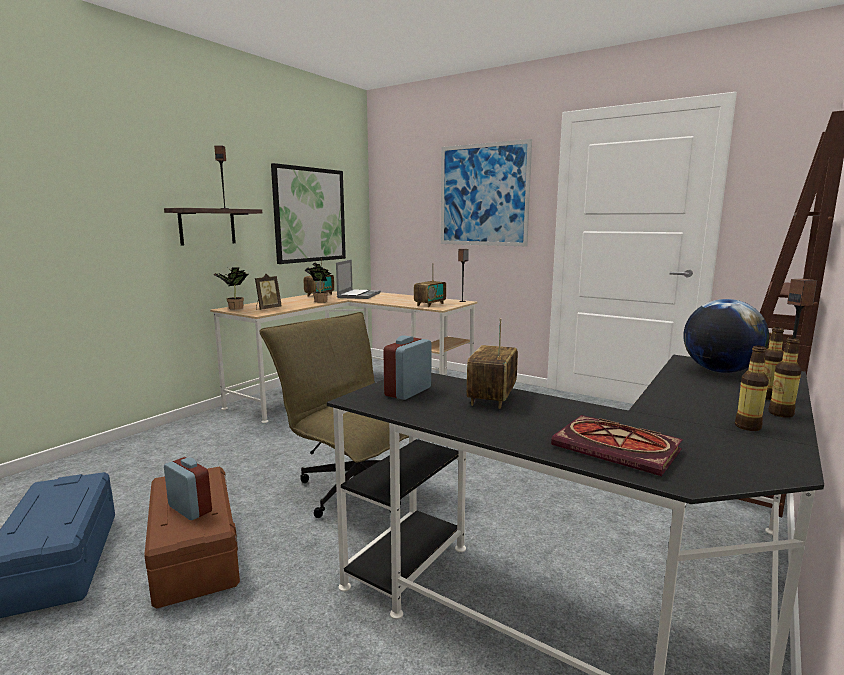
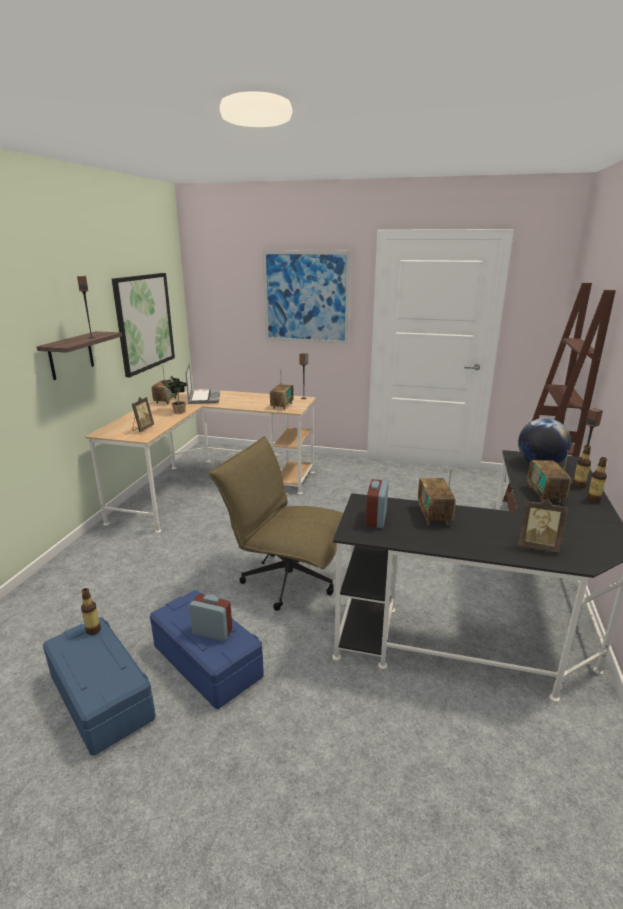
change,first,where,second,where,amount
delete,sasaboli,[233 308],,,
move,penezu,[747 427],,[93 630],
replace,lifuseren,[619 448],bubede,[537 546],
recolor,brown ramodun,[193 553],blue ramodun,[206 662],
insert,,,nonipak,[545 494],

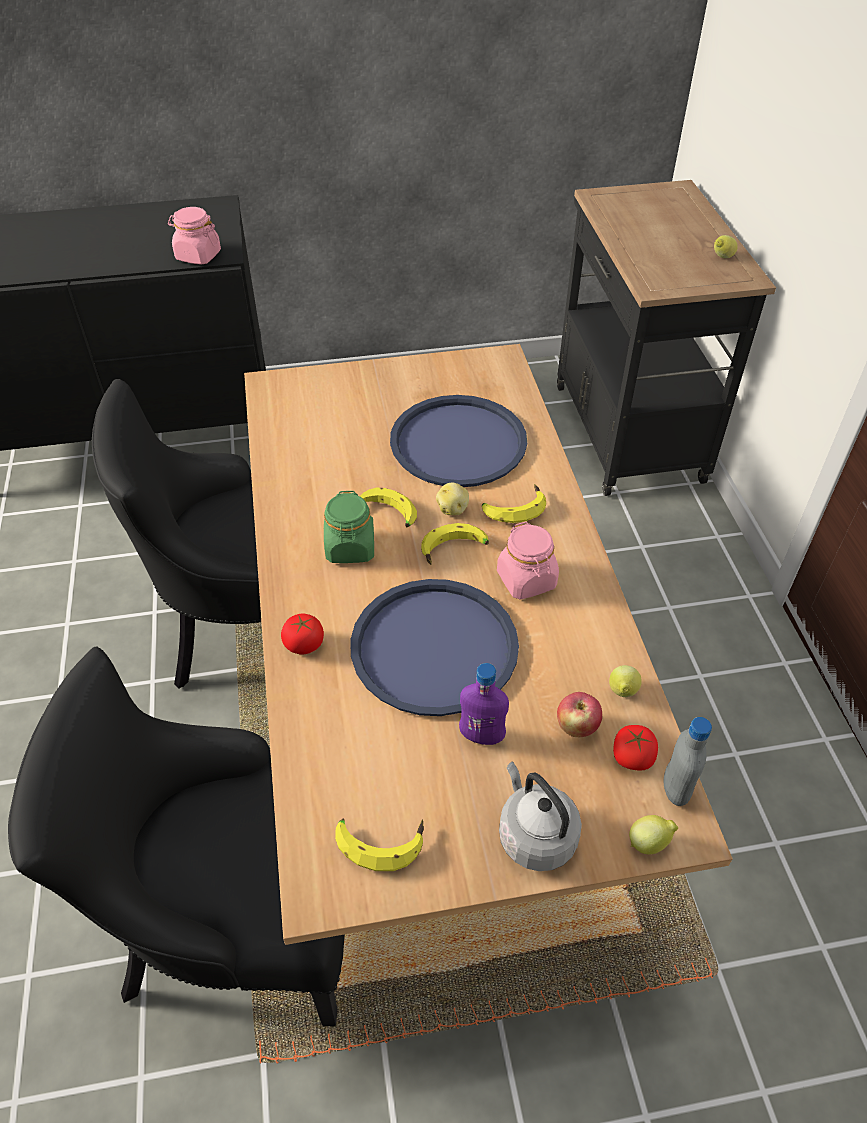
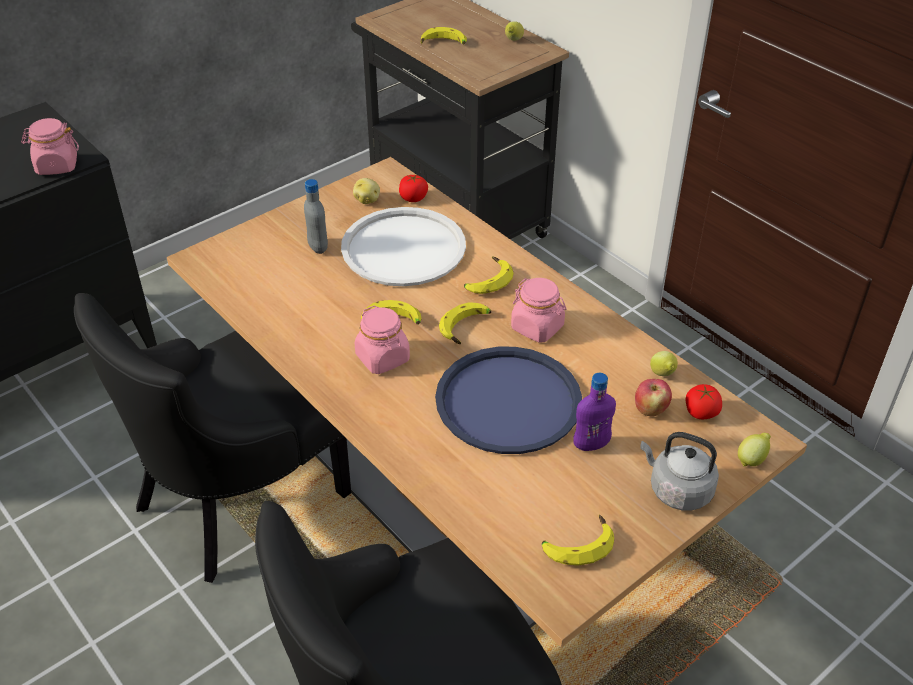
change,first,where,second,where,amount
recolor,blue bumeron,[458 442],white bumeron,[404 248],
move,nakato,[453 509],,[367 200],
recolor,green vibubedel,[350 548],pink vibubedel,[383 358],
move,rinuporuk,[304 644],,[413 198],
move,grey penezu,[676 788],,[318 247],
insert,,,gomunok,[443 44],

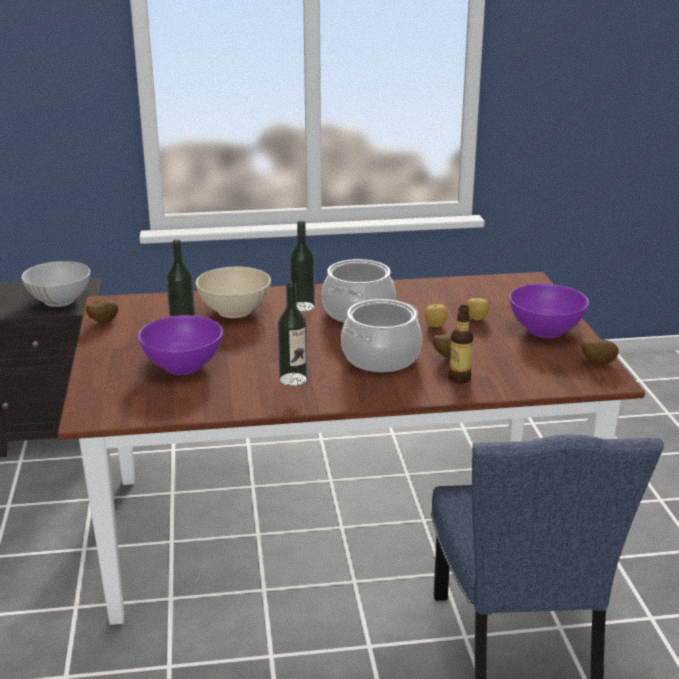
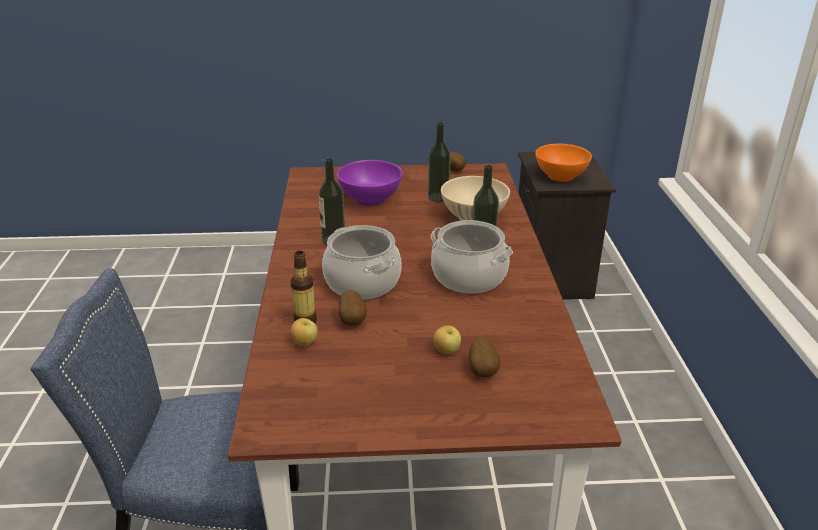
change,first,where,second,where,amount
recolor,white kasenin,[60 300],orange kasenin,[561 176],
delete,purple kasenin,[545 330],,,
move,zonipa,[435 326],,[304 343],
move,nakato,[597 363],,[483 371],

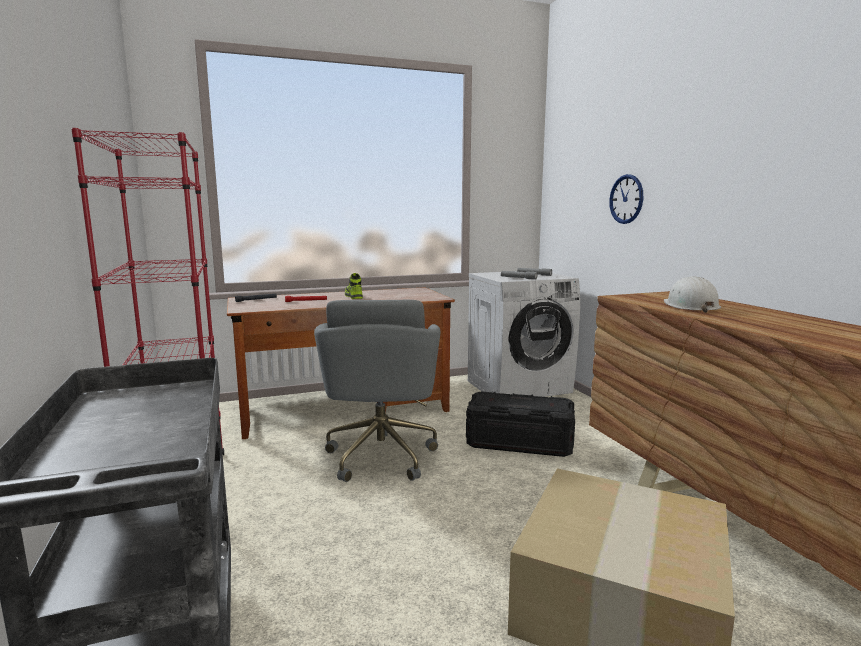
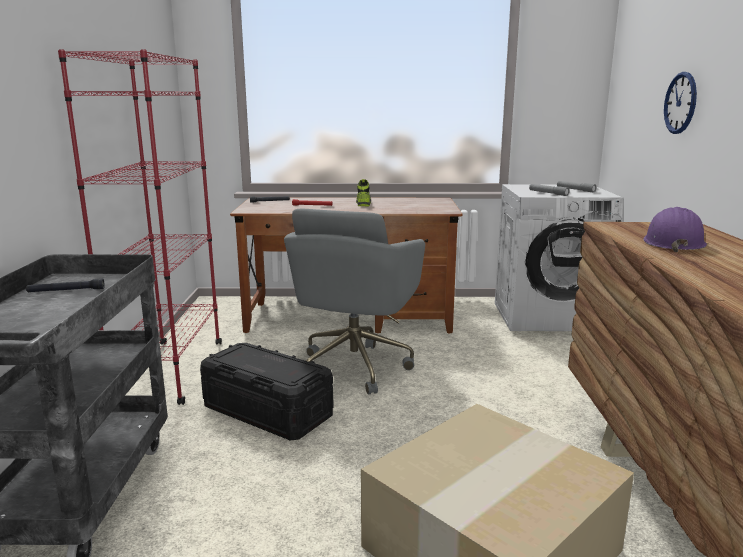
change,first,where,second,where,amount
recolor,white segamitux,[690 306],purple segamitux,[672 242],
move,black ramodun,[519 442],,[267 412],
insert,,,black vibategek,[66 291],

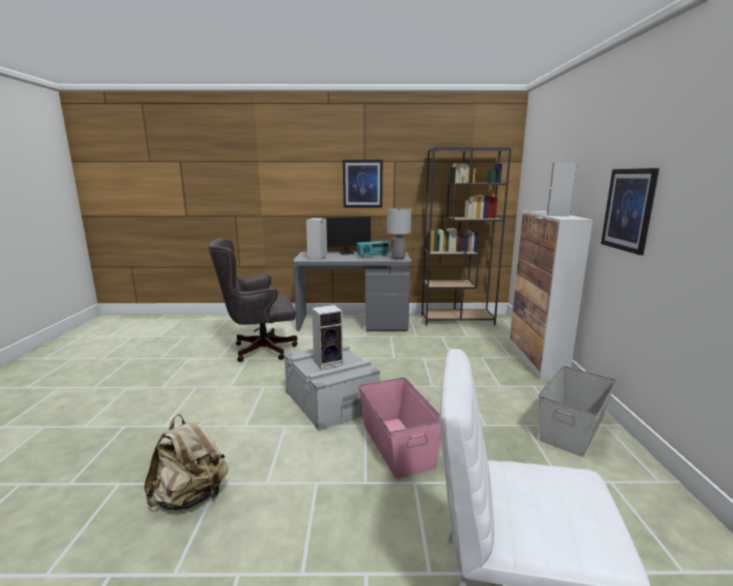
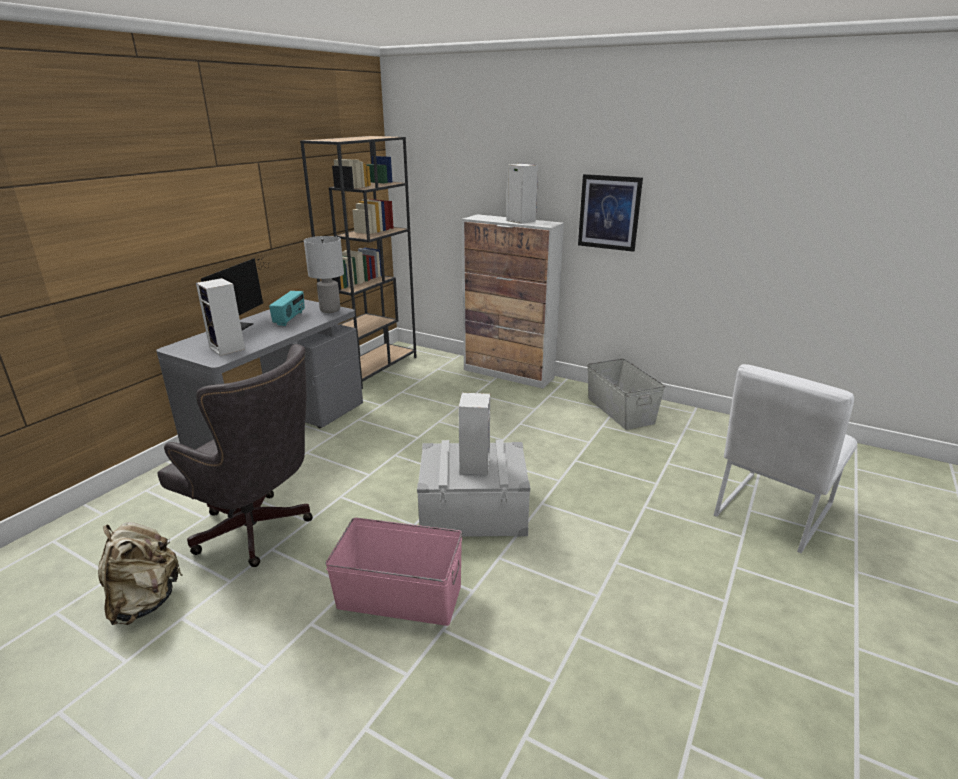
change,first,where,second,where,amount
delete,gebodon,[362 184],,,
rotate,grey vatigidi,[259 350],,[257 531],75 degrees counterclockwise
move,pink ramodun,[397 444],,[399 596],
move,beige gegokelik,[191 497],,[145 601],

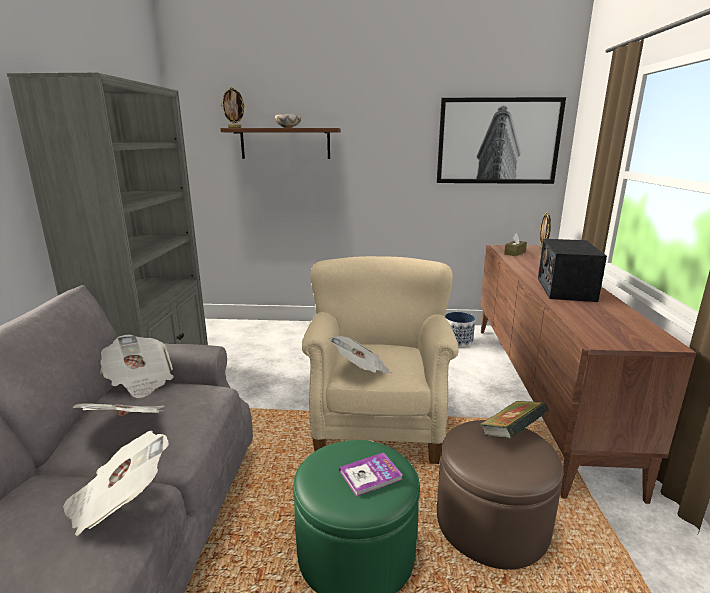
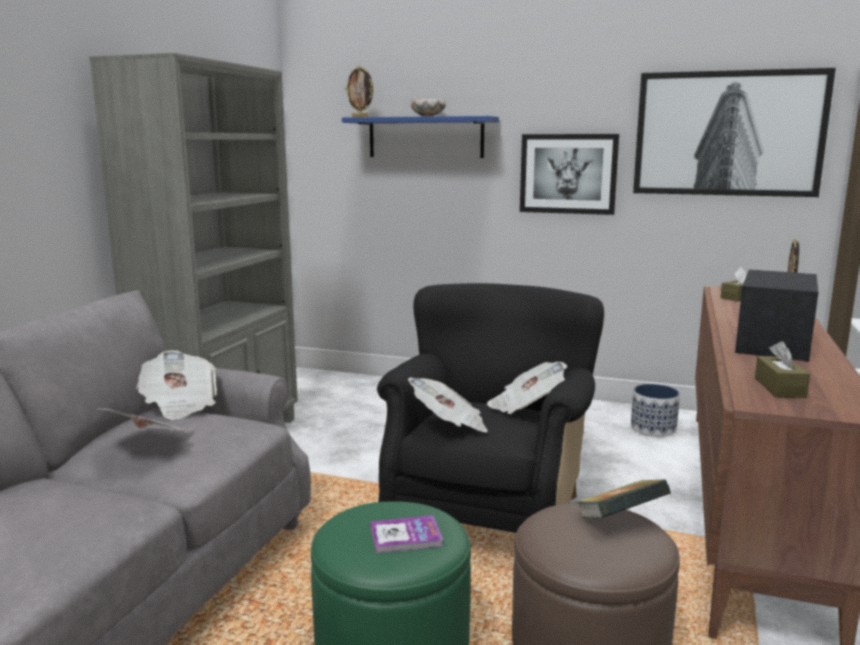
change,first,where,second,where,amount
recolor,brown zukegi,[285 143],blue zukegi,[425 137],
recolor,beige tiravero,[378 419],black tiravero,[488 508],
move,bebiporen,[119 501],,[525 406],
insert,,,gebodon,[568 174],
insert,,,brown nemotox,[779 388],

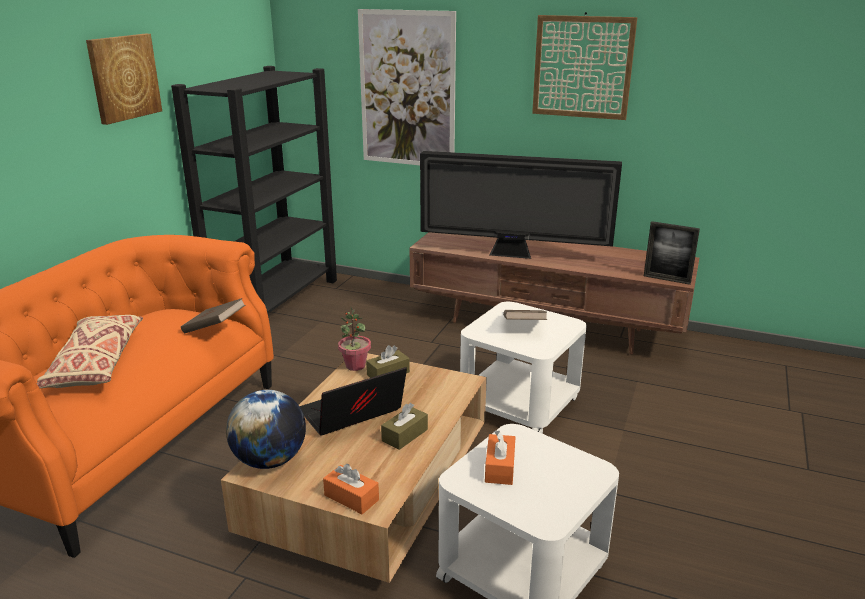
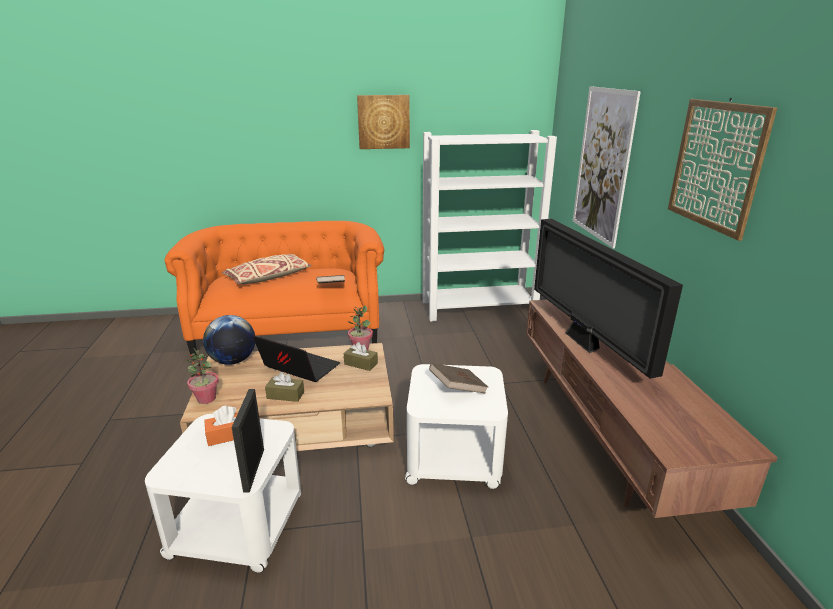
change,first,where,second,where,amount
recolor,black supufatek,[275 301],white supufatek,[478 307],
move,bubede,[667 279],,[254 470],
replace,orange nemotox,[351 497],sasaboli,[206 399],

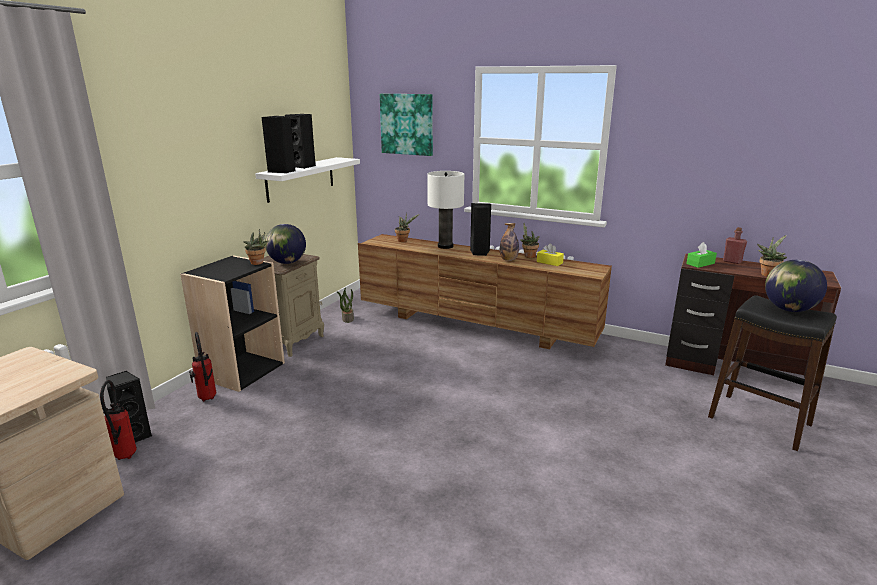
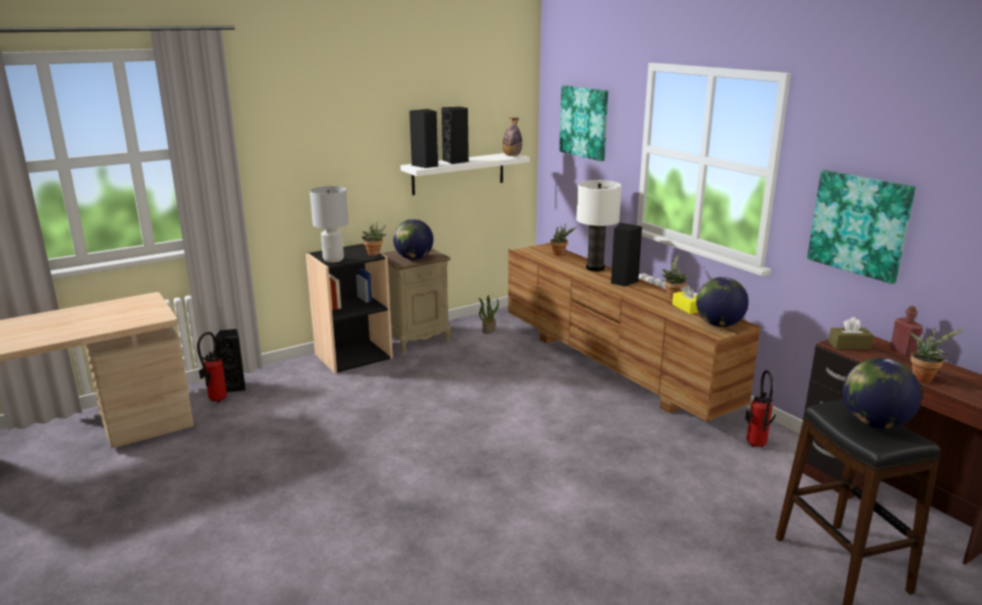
change,first,where,second,where,amount
move,penezu,[508 260],,[512 155],
recolor,green nemotox,[700 263],brown nemotox,[849 345],
move,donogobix,[206 399],,[755 446],
insert,,,gebodon,[859 224],
insert,,,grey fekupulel,[334 261],
insert,,,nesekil,[719 325],

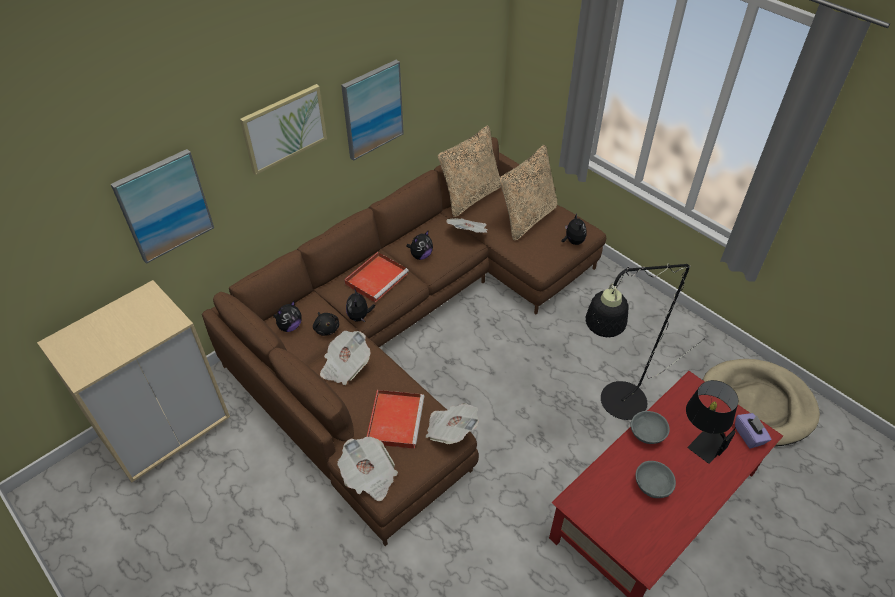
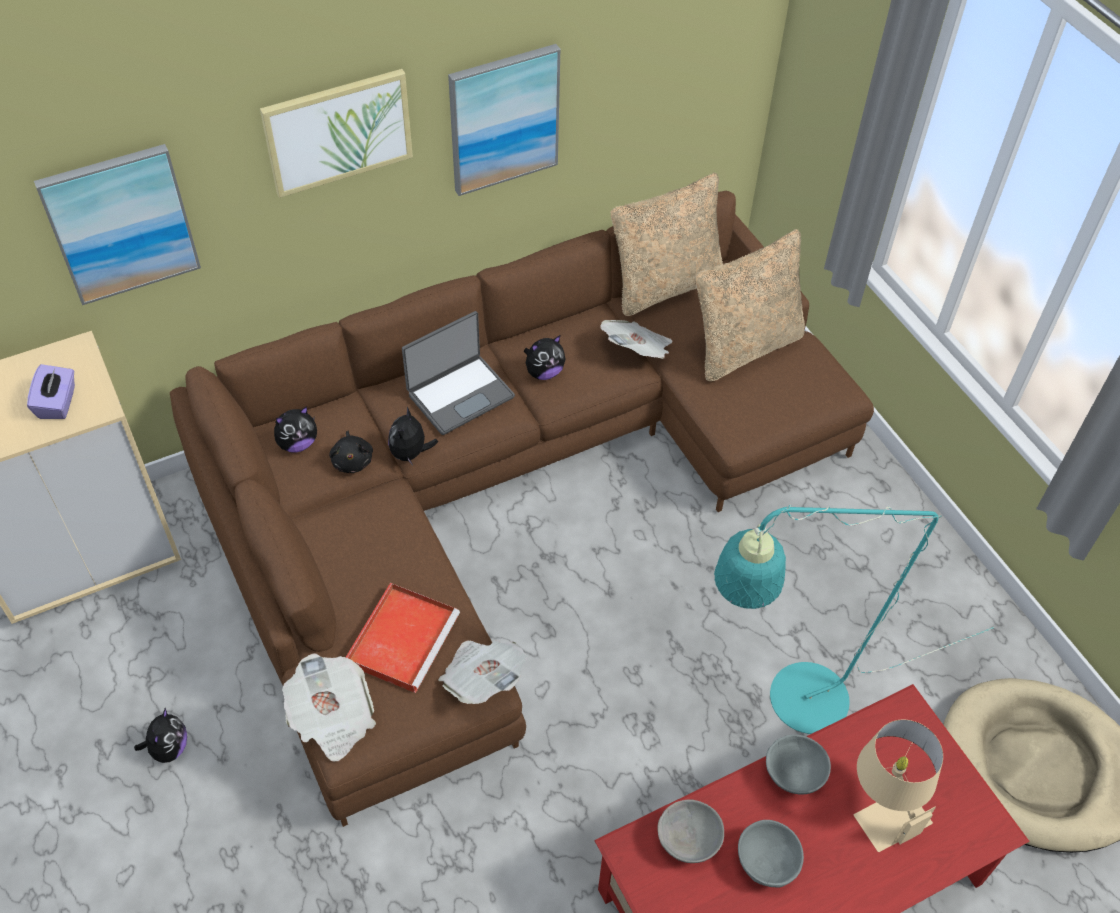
change,first,where,second,where,amount
move,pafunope,[573 241],,[168 748],
replace,red bumeron,[377 278],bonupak,[460 394],
recolor,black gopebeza,[615 407],turquoise gopebeza,[790 706],
delete,bebiporen,[345 366],,,
recolor,black fekupulel,[701 438],beige fekupulel,[883 806],
move,purple nemotox,[749 436],,[58 403],
insert,,,grey kasenin,[688 842],

